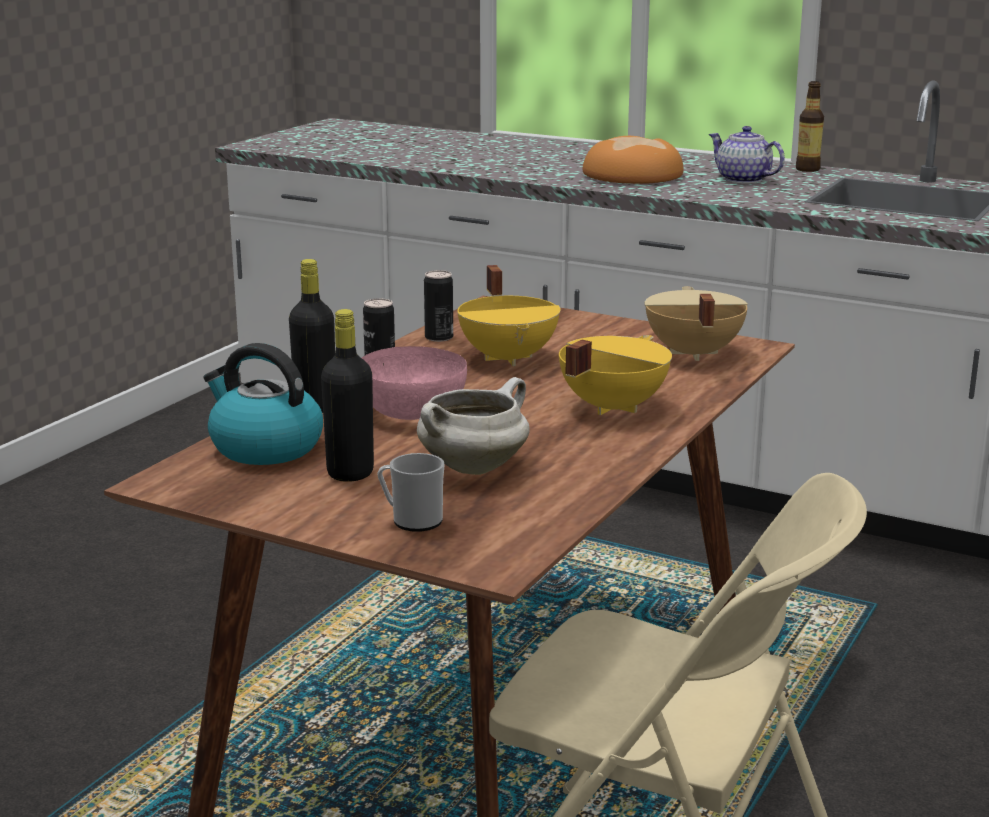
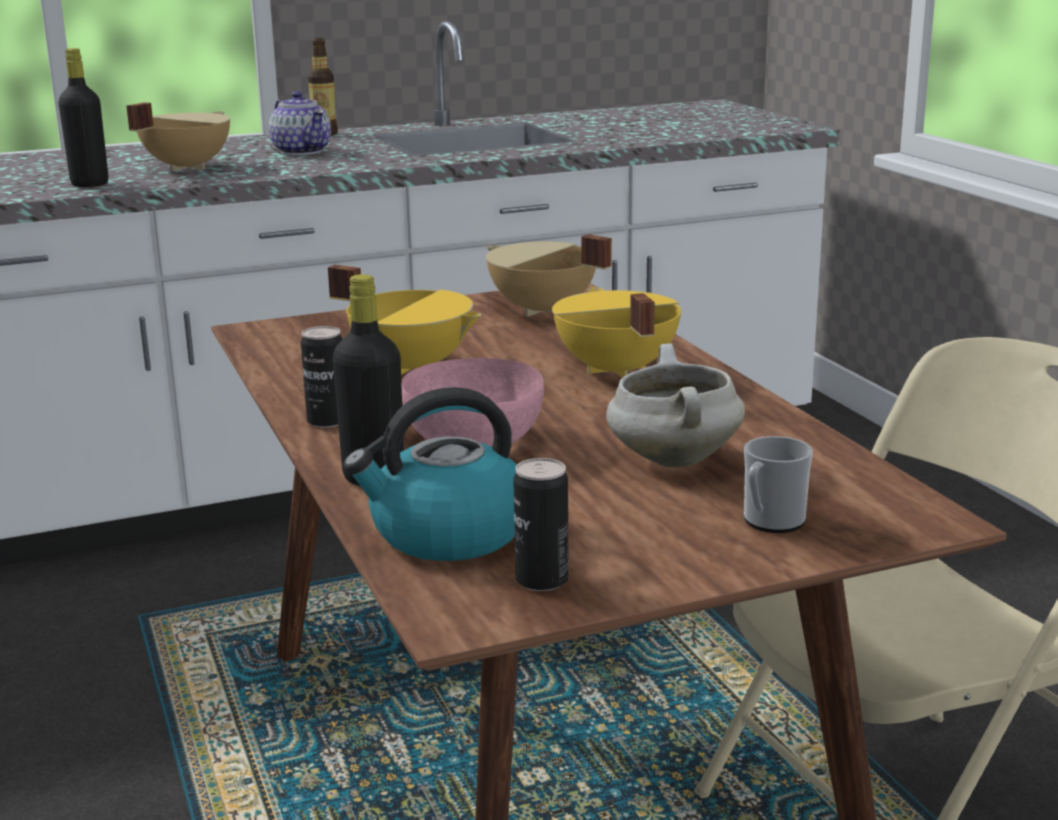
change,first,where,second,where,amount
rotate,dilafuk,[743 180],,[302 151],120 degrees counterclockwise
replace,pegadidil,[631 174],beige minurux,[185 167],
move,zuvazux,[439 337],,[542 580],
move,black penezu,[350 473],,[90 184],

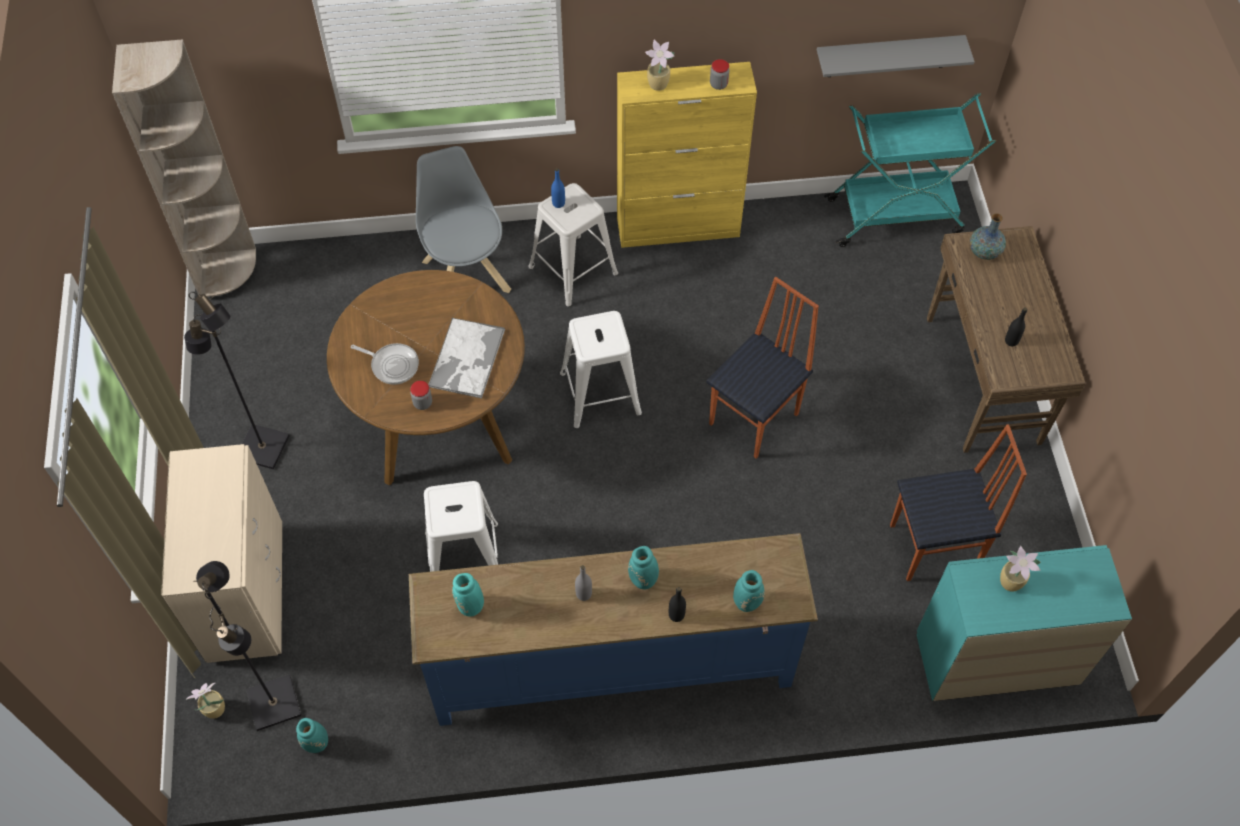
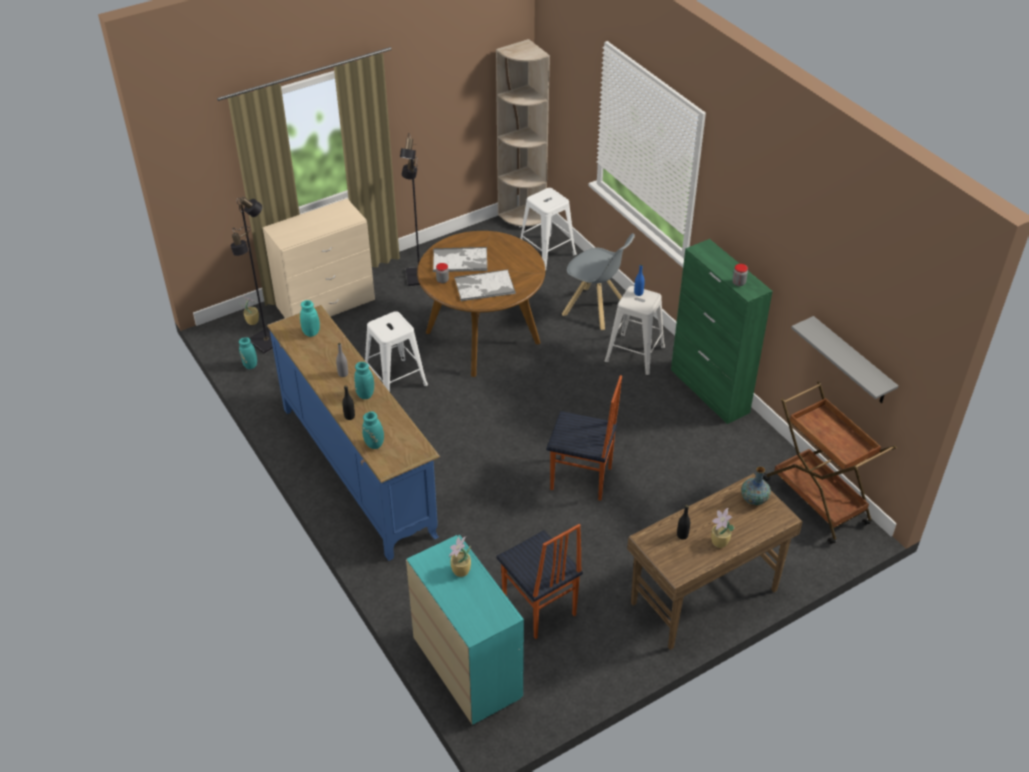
change,first,where,second,where,amount
move,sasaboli,[659 85],,[719 543],
recolor,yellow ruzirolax,[679 227],green ruzirolax,[709 391],
recolor,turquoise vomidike,[895 217],brown vomidike,[815 502],
rotate,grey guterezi,[465 273],,[595 309],75 degrees clockwise
move,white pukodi,[600 393],,[546 253],
replace,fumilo,[392 365],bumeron,[460 260],

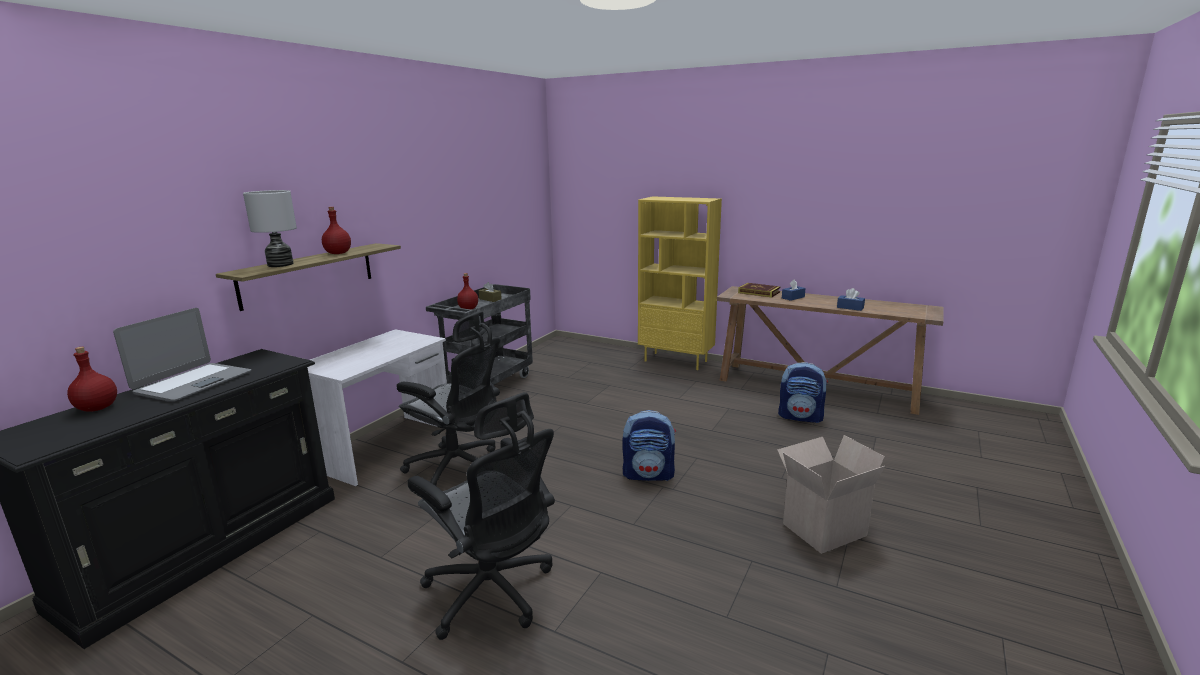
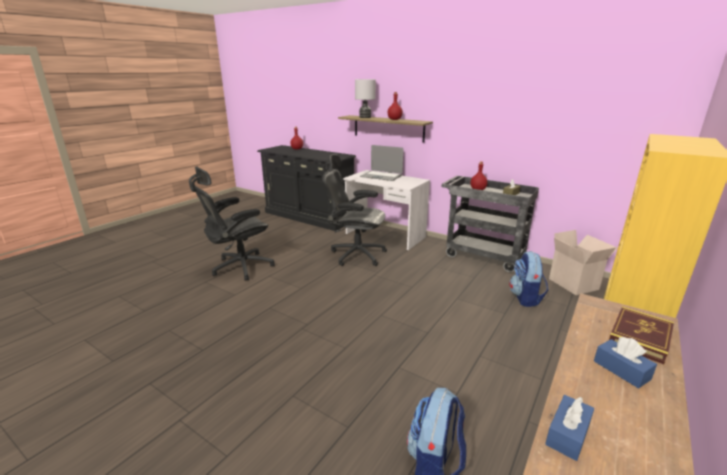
change,first,where,second,where,amount
move,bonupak,[193 383],,[381 176],
rotate,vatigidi,[457 469],,[355 255],75 degrees clockwise
move,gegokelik,[649 474],,[525 298],
move,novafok,[823 528],,[575 284],

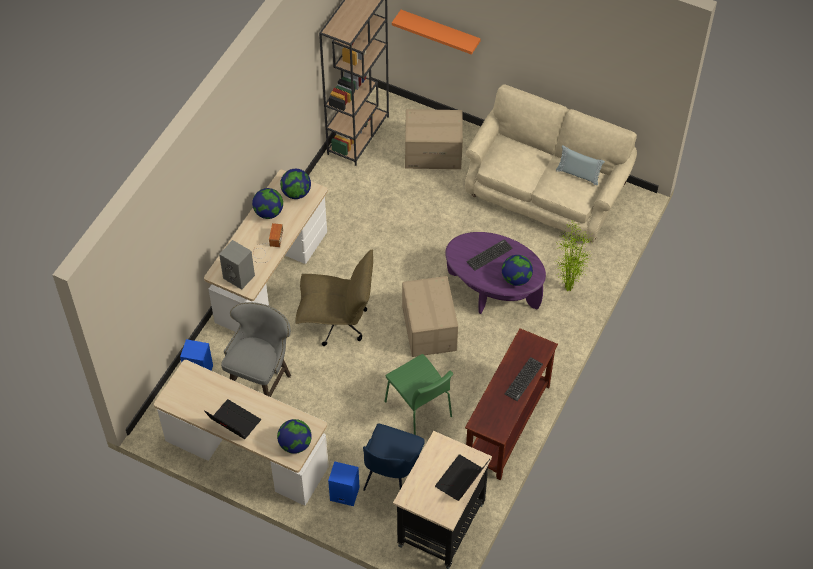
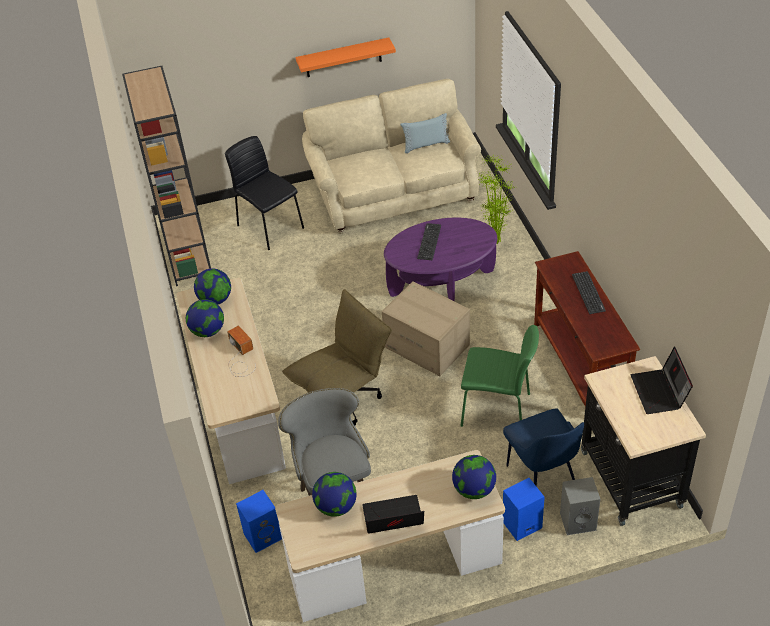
change,first,where,second,where,amount
move,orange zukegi,[440 31],,[343 58],
replace,novafok,[433 152],black guterezi,[268 226],
move,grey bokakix,[240 277],,[578 521],
move,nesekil,[516 279],,[336 506],

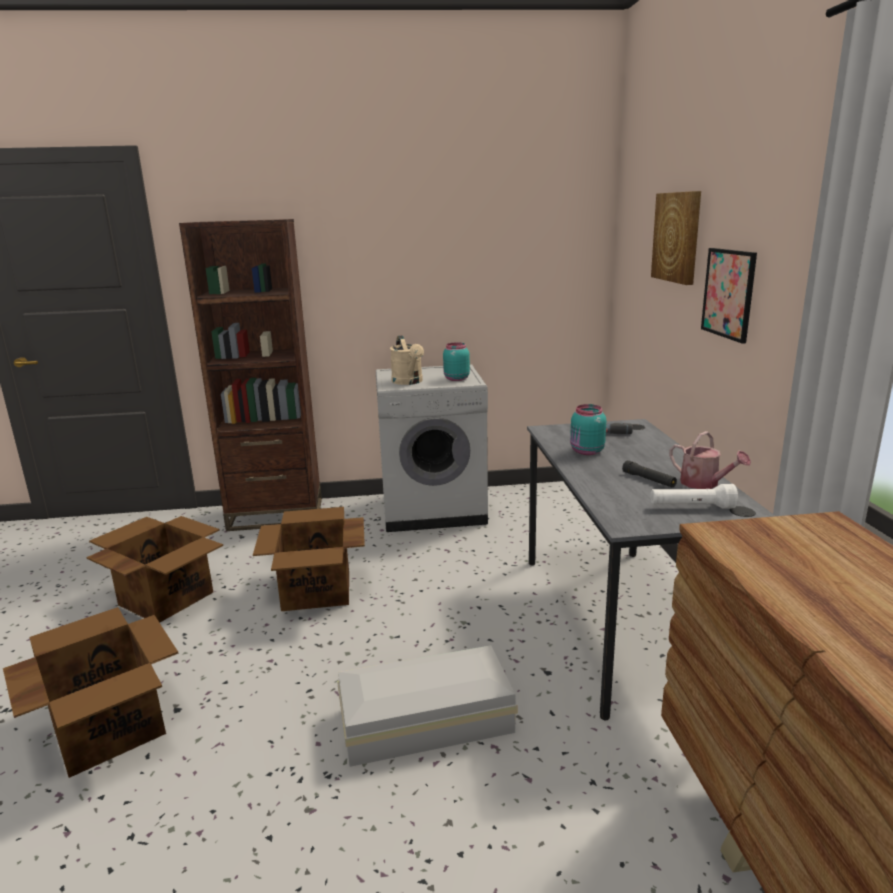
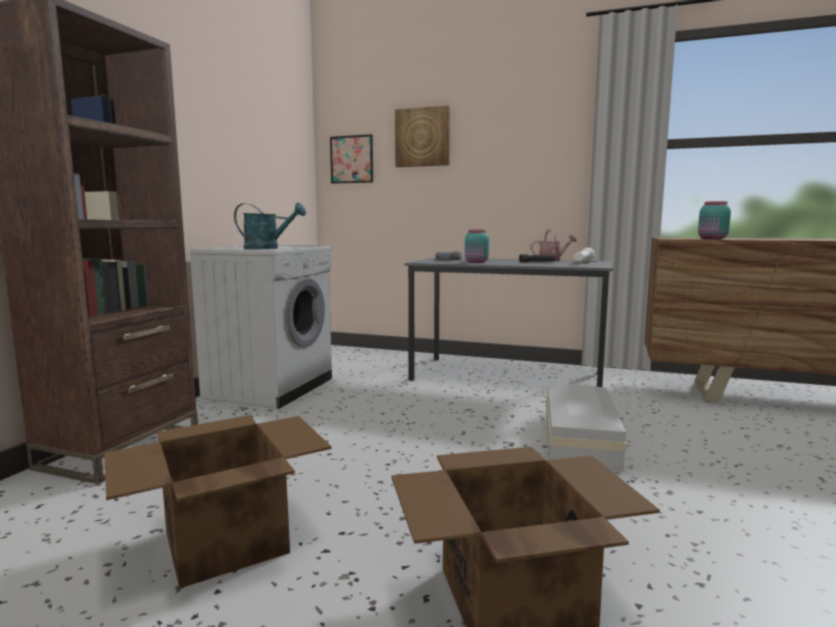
change,first,where,second,where,amount
move,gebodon,[728 293],,[351 159],
recolor,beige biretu,[409 382],turquoise biretu,[268 248],
move,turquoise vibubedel,[455 379],,[712 239],
delete,novafok,[316 591],,,

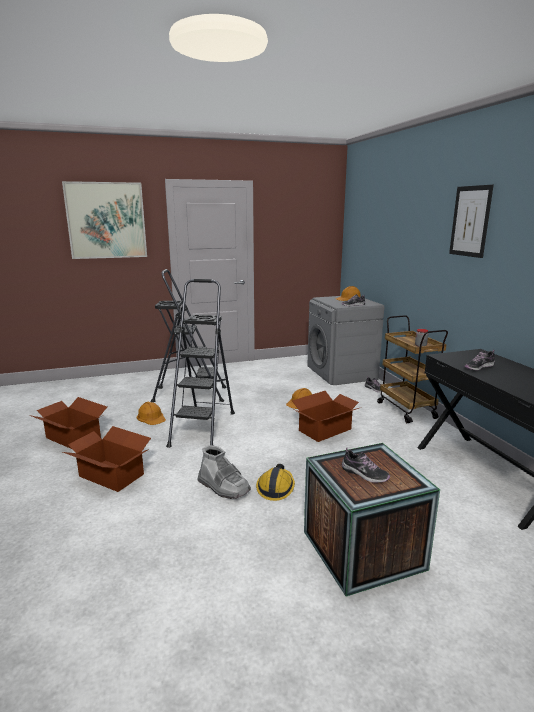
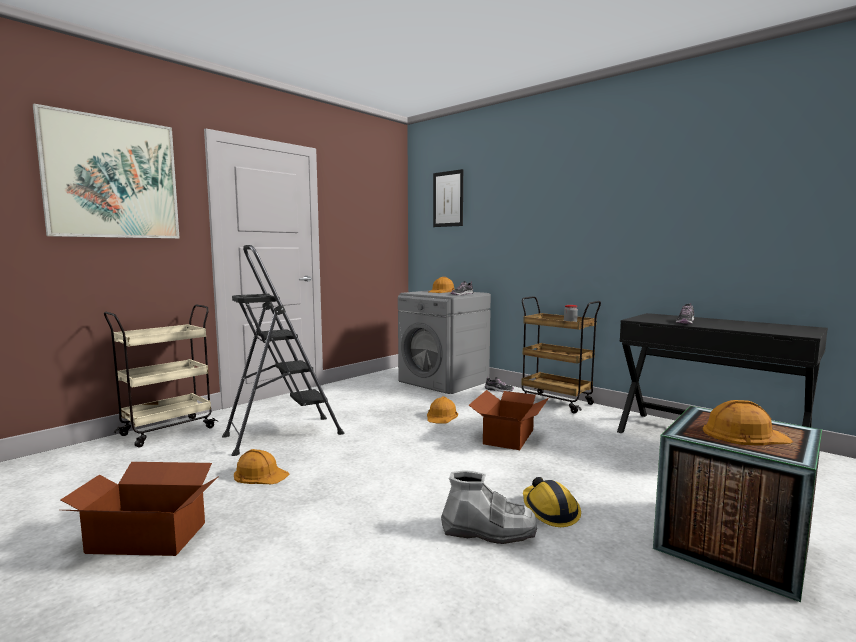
change,first,where,second,where,amount
move,gebodon,[470 221],,[448 199],
delete,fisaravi,[203 428],,,
delete,novafok,[111 475],,,
replace,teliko,[364 474],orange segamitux,[744 434],
insert,,,beige vomidike,[168 431],

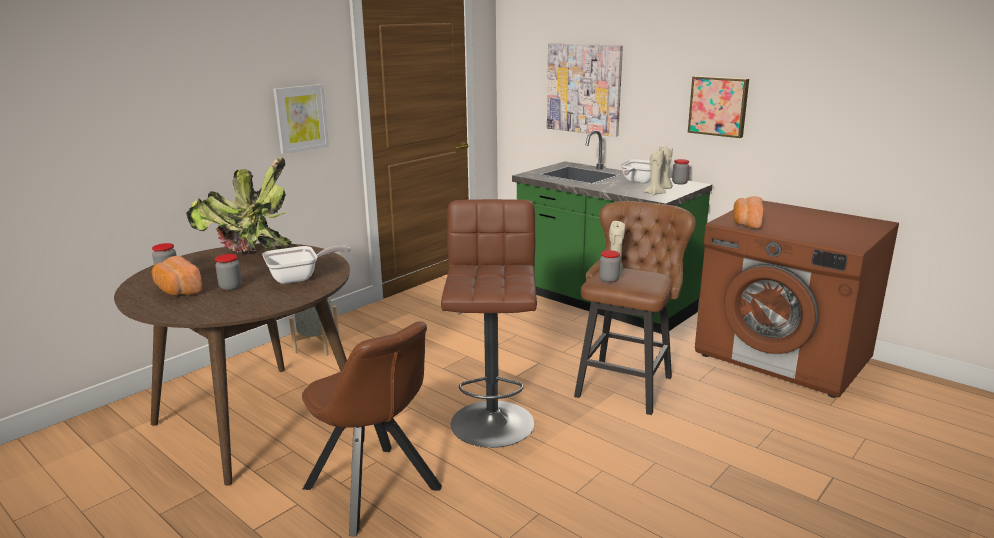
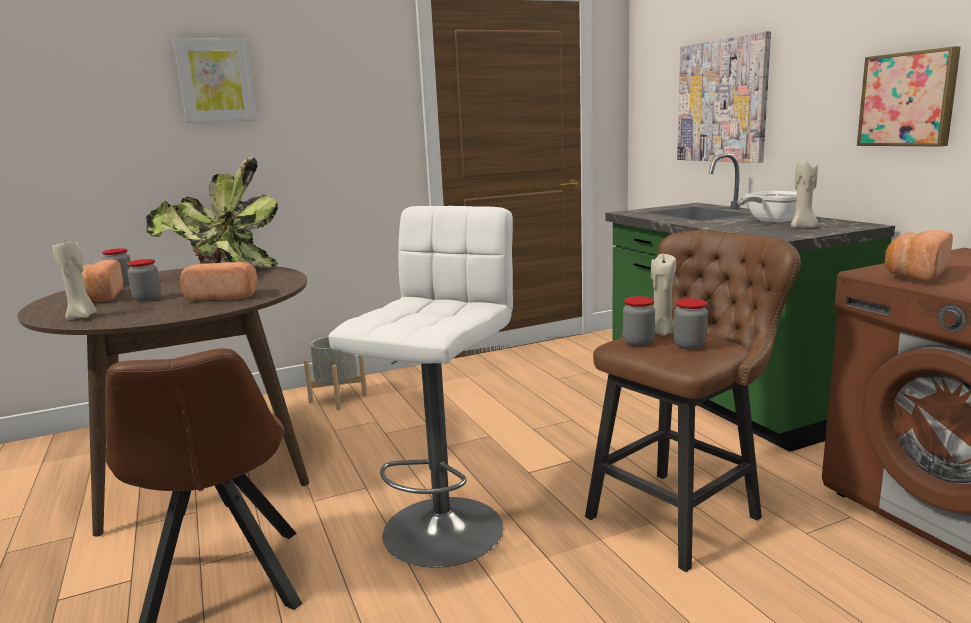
change,first,where,second,where,amount
move,gebodon,[300 118],,[216 81],
move,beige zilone,[654 193],,[82 317],
move,vibubedel,[679 183],,[689 346],
recolor,brown pukodi,[493 423],white pukodi,[445 530],
replace,fumilo,[299 278],pegadidil,[225 296],

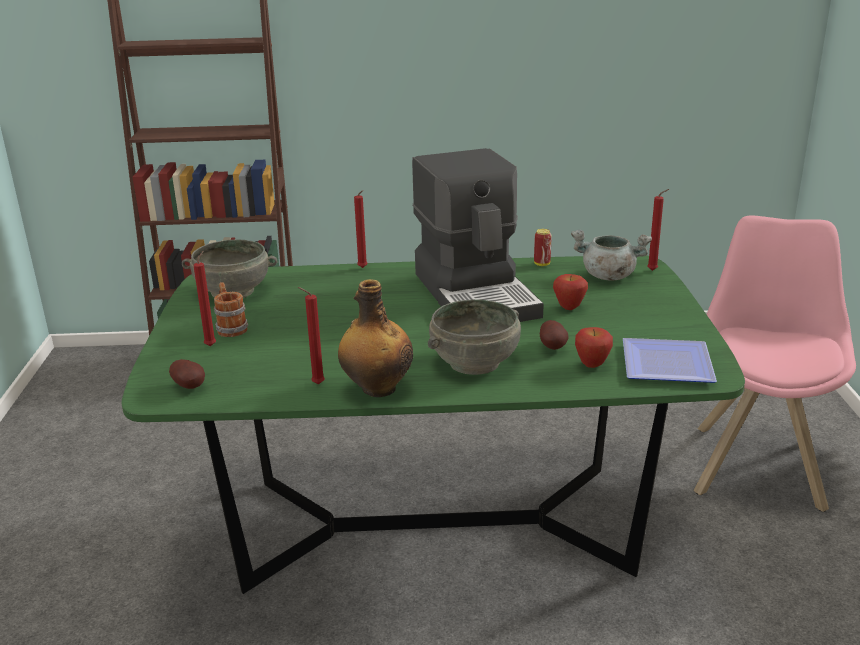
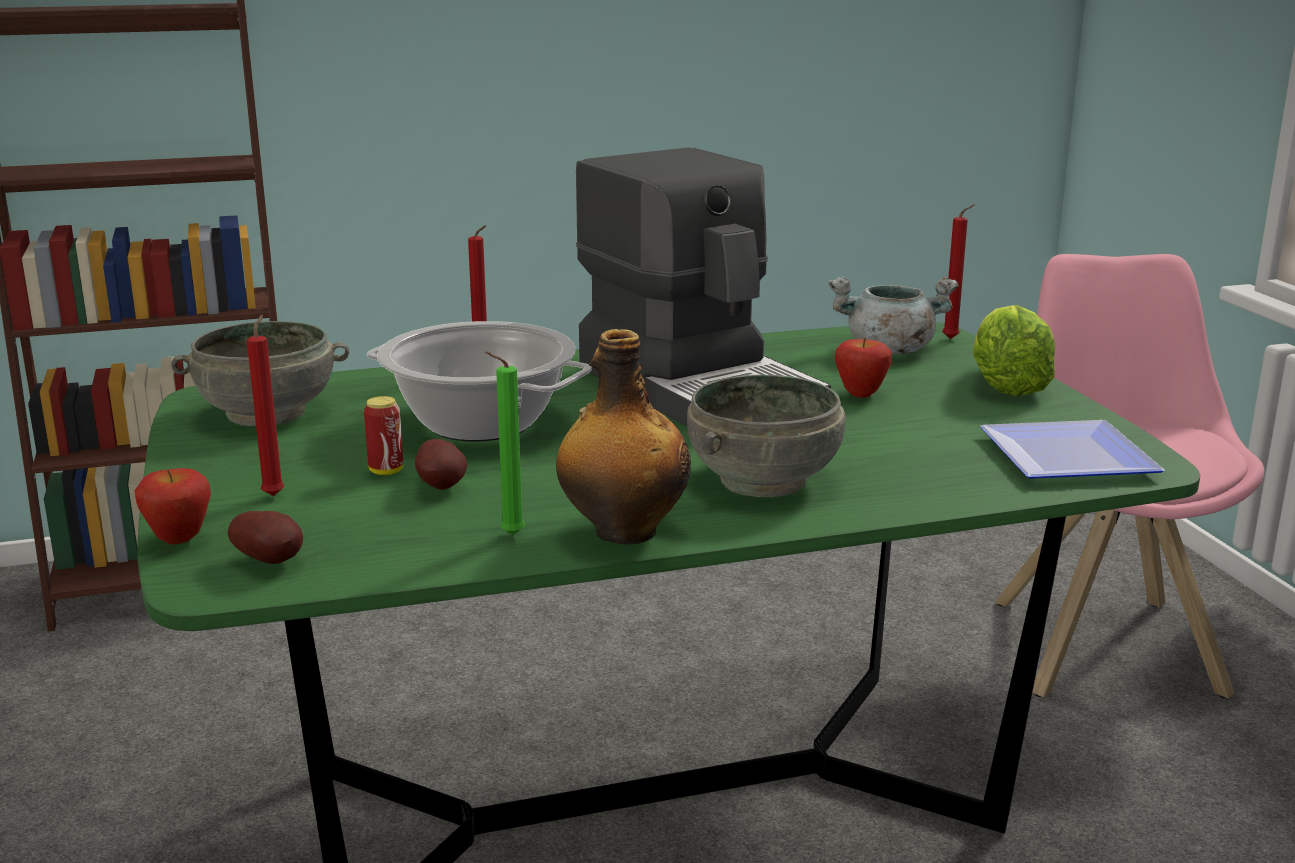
change,first,where,second,where,amount
move,zuvazux,[542 264],,[386 471],
delete,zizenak,[230 327],,,
recolor,red zilone,[316 384],green zilone,[508 535],
move,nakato,[553 347],,[442 487],
move,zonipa,[592 365],,[179 540],
insert,,,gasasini,[1006 385],
insert,,,minurux,[481 423],

